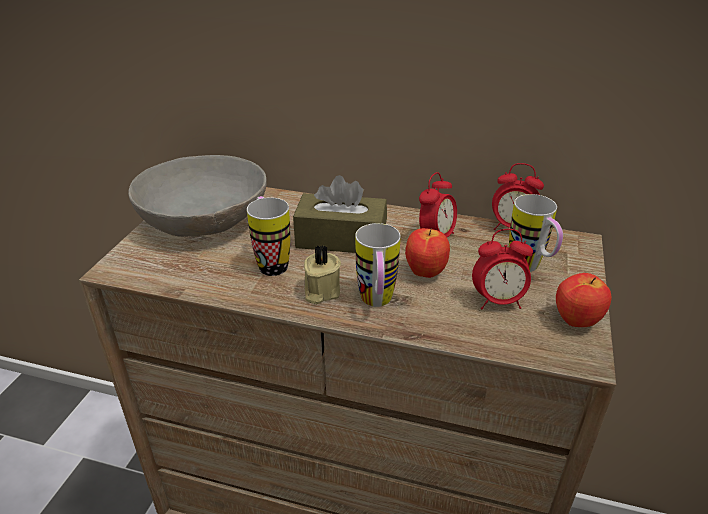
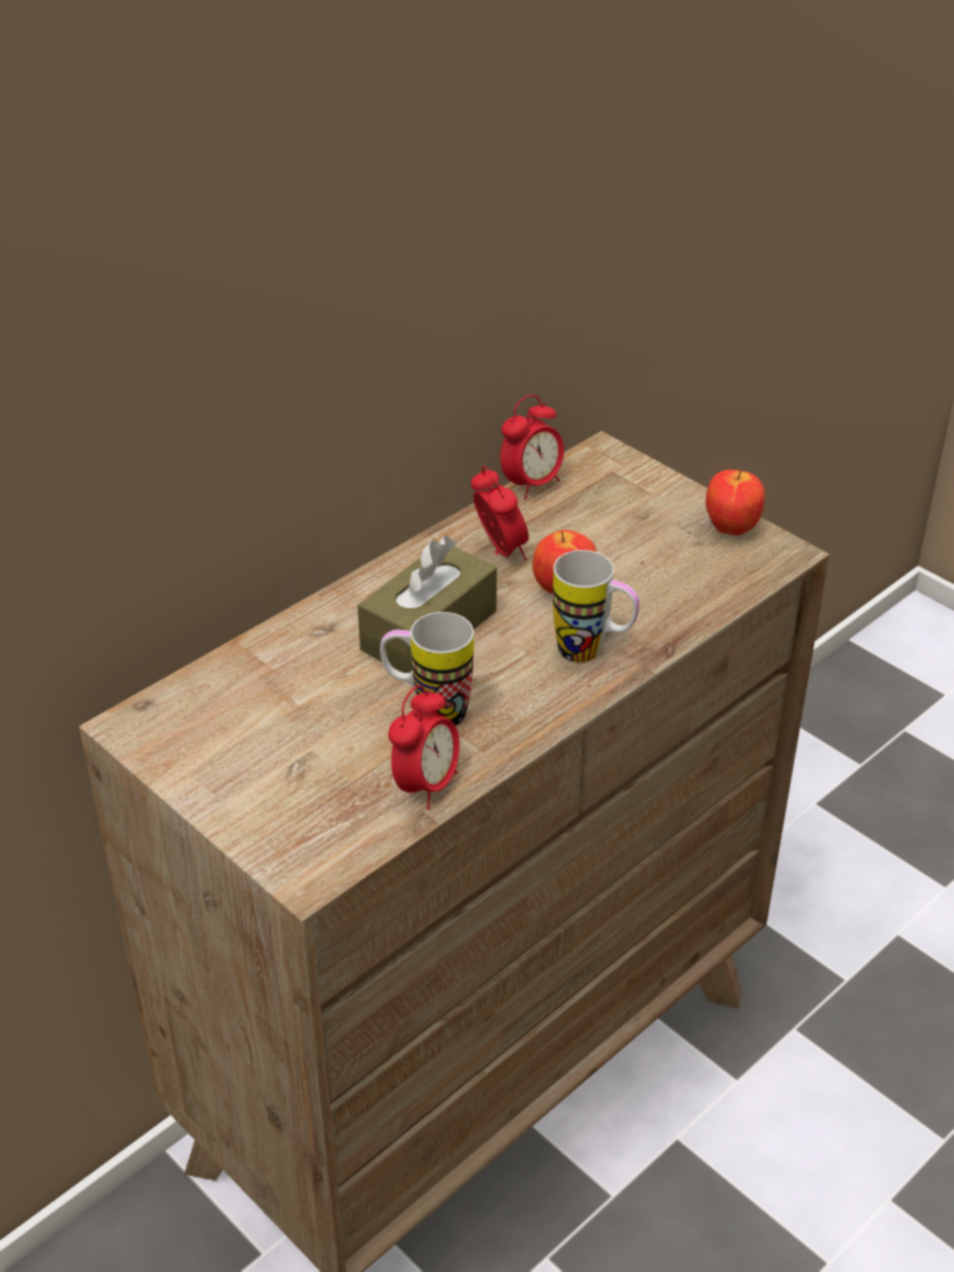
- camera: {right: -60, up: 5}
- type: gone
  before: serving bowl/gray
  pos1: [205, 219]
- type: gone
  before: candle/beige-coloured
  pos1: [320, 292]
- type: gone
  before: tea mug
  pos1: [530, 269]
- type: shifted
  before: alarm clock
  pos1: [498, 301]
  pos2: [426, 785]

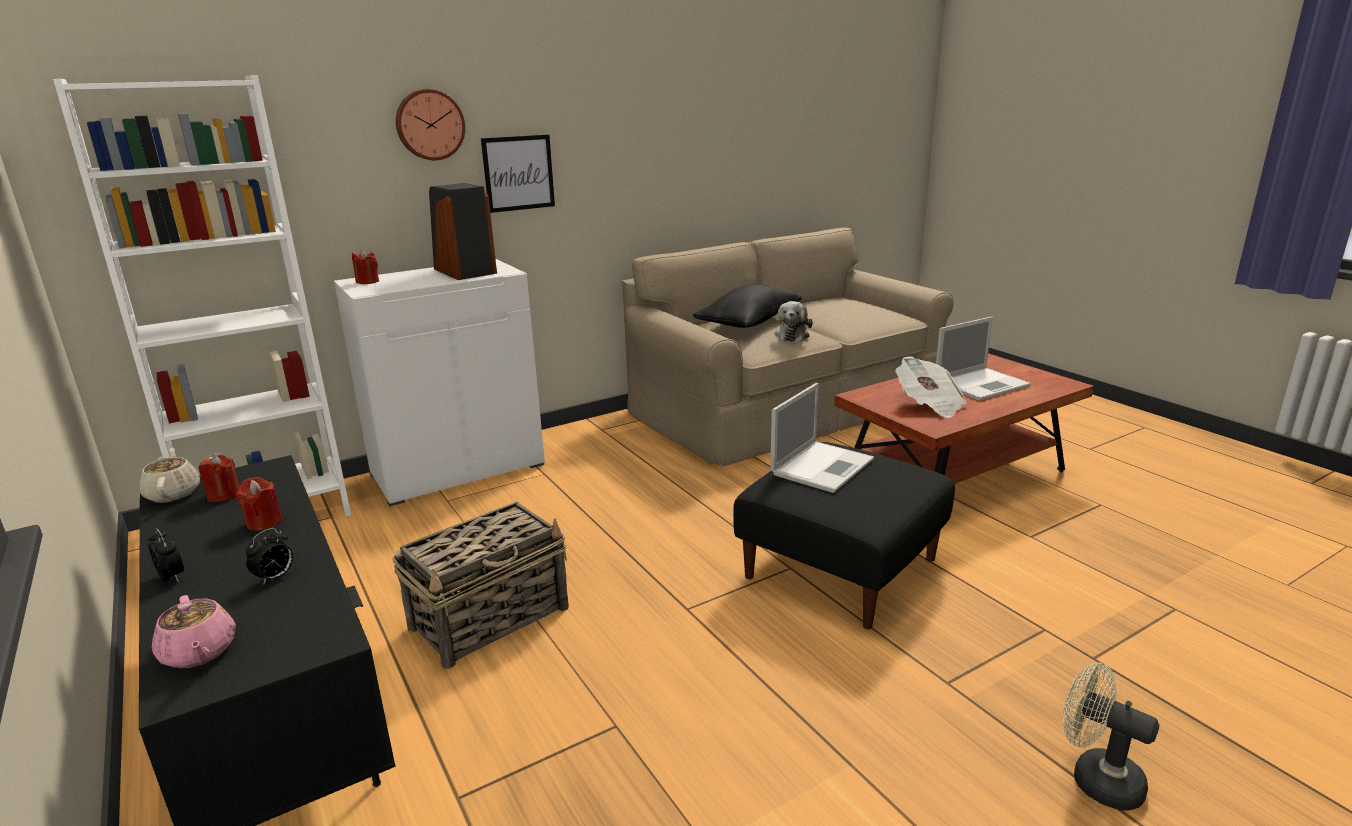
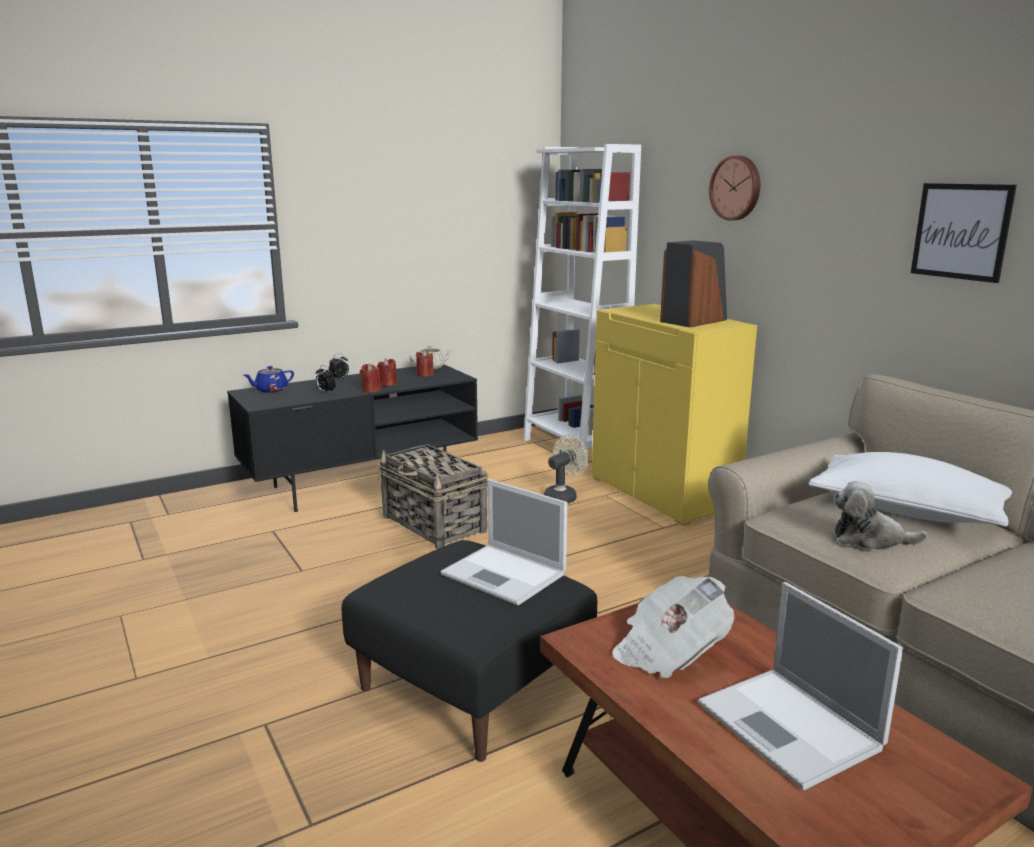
- camera: {right: 90, up: -5}
- type: shifted
  before: candle/red-coloured
  pos1: [367, 281]
  pos2: [371, 390]
- type: shifted
  before: wall art
  pos1: [518, 173]
  pos2: [961, 231]
- type: shifted
  before: electric fan/beige-coloured
  pos1: [1095, 778]
  pos2: [563, 497]
- type: repainted
  before: pot for tea/pinkish
  after: pot for tea/bluish
  pos1: [199, 653]
  pos2: [271, 390]
- type: repainted
  before: storage cabinet/white-coloured
  after: storage cabinet/yellow
  pos1: [458, 469]
  pos2: [664, 493]
- type: repainted
  before: throw pillow/black
  after: throw pillow/white-coloured
  pos1: [748, 323]
  pos2: [907, 511]

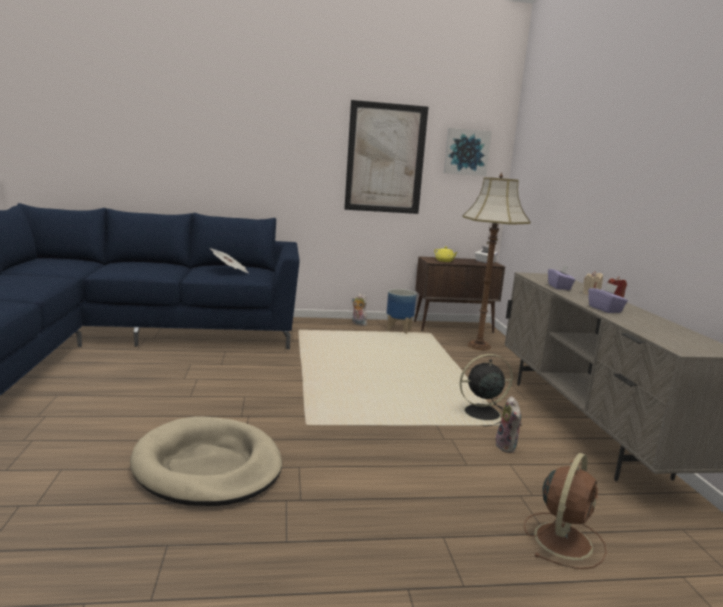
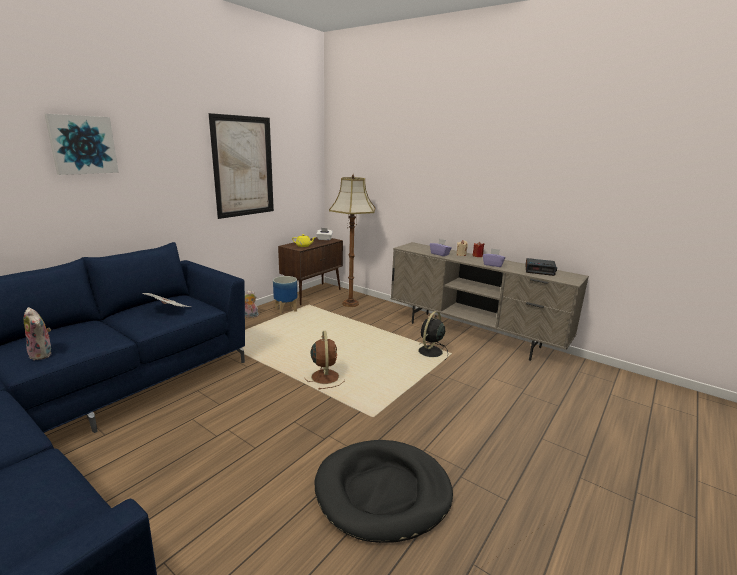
- camera: {right: -45, up: 5}
- type: new
  after: alarm clock
  pos2: [539, 270]
- type: shifted
  before: wall art
  pos1: [466, 152]
  pos2: [83, 145]
- type: shifted
  before: cuddly toy
  pos1: [507, 447]
  pos2: [43, 354]
- type: shifted
  before: electric fan/brown
  pos1: [563, 539]
  pos2: [325, 376]
- type: repainted
  before: pet bed/beige-coloured
  after: pet bed/black
  pos1: [208, 466]
  pos2: [383, 492]

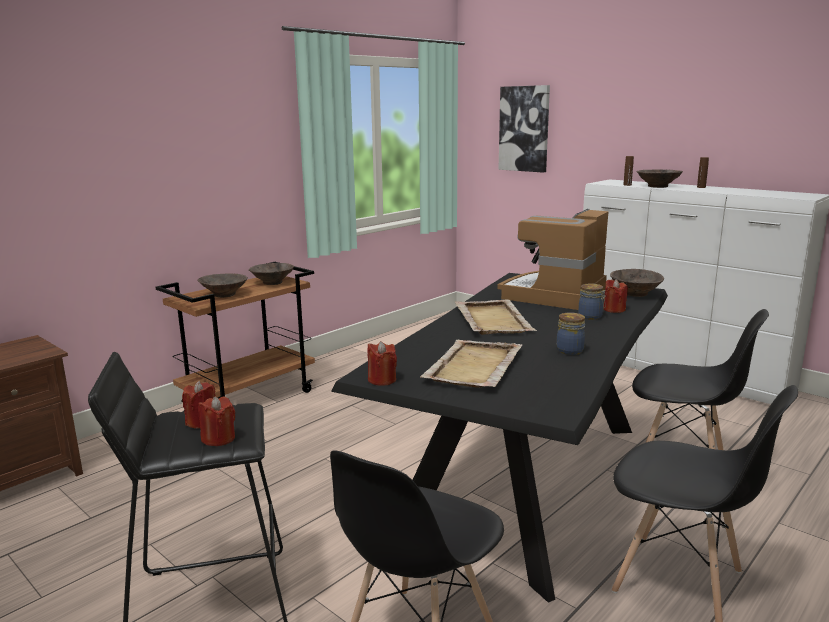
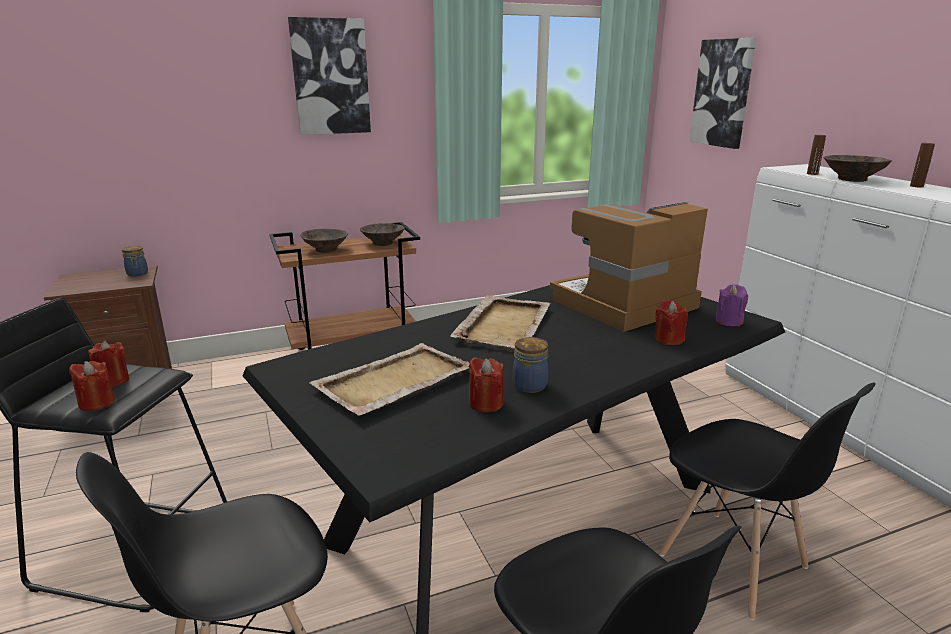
- camera: {right: 25, up: 5}
- type: new
  after: wall art
  pos2: [330, 77]
- type: shifted
  before: candle/red-coloured
  pos1: [382, 380]
  pos2: [486, 403]
- type: shifted
  before: preserve jar
  pos1: [591, 316]
  pos2: [137, 274]
- type: swapped
  before: serving bowl/brown
  after: candle/purplish
  pos1: [635, 293]
  pos2: [729, 321]

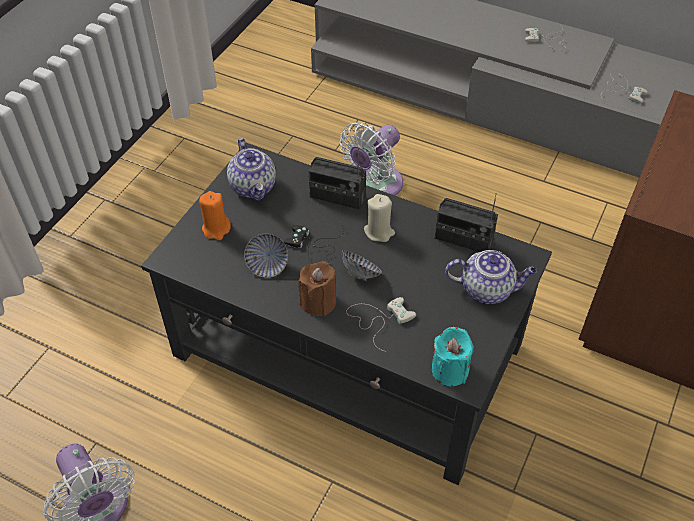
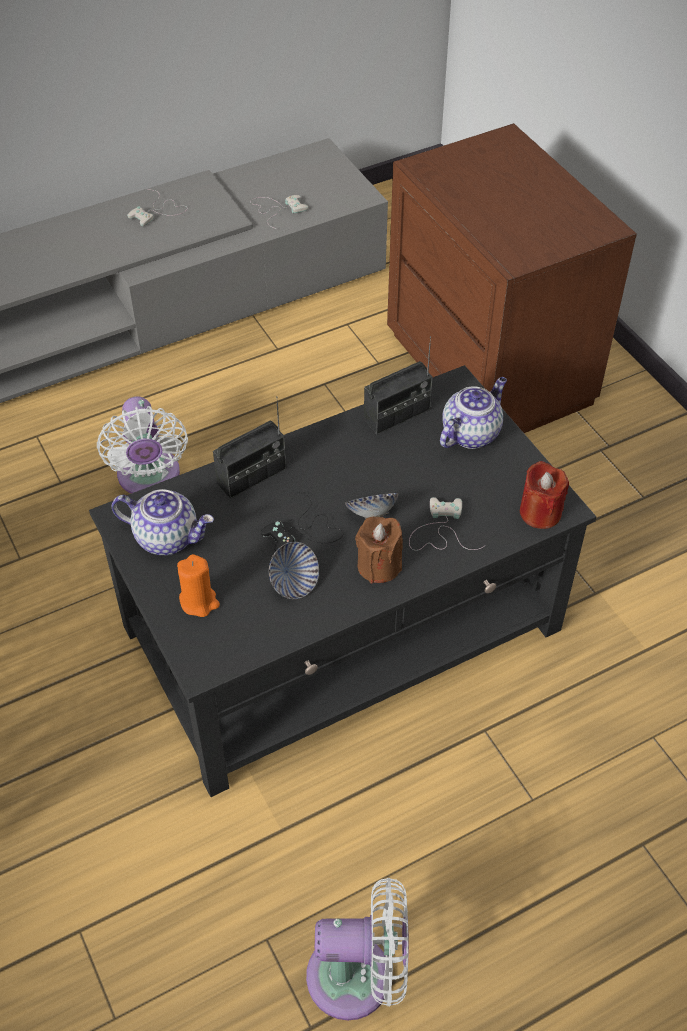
- camera: {right: -55, up: 0}
- type: gone
  before: candle/beige-coloured
  pos1: [379, 232]
- type: repainted
  before: candle/turquoise
  after: candle/red-coloured
  pos1: [449, 370]
  pos2: [540, 512]

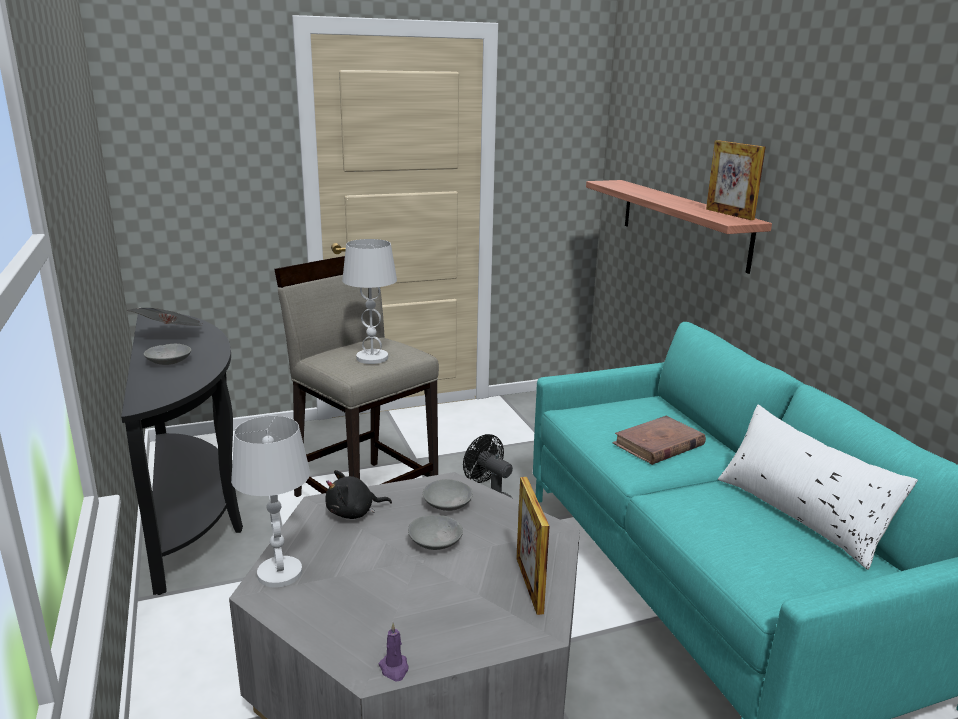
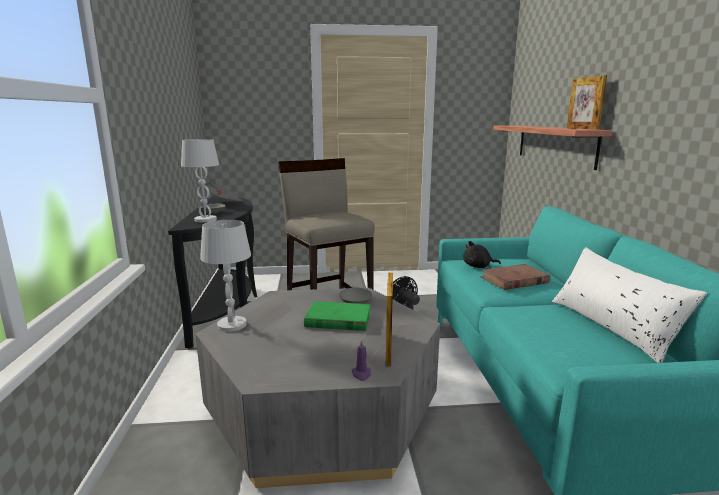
- camera: {right: 15, up: -5}
- type: shifted
  before: cuddly toy/black
  pos1: [354, 513]
  pos2: [478, 266]
- type: shifted
  before: lamp for a table/white-coloured
  pos1: [372, 358]
  pos2: [206, 220]
- type: shifted
  before: candle/purplish
  pos1: [394, 669]
  pos2: [361, 374]
- type: swapped
  before: serving bowl/gray
  after: bound book/green-coloured
  pos1: [436, 541]
  pos2: [337, 320]

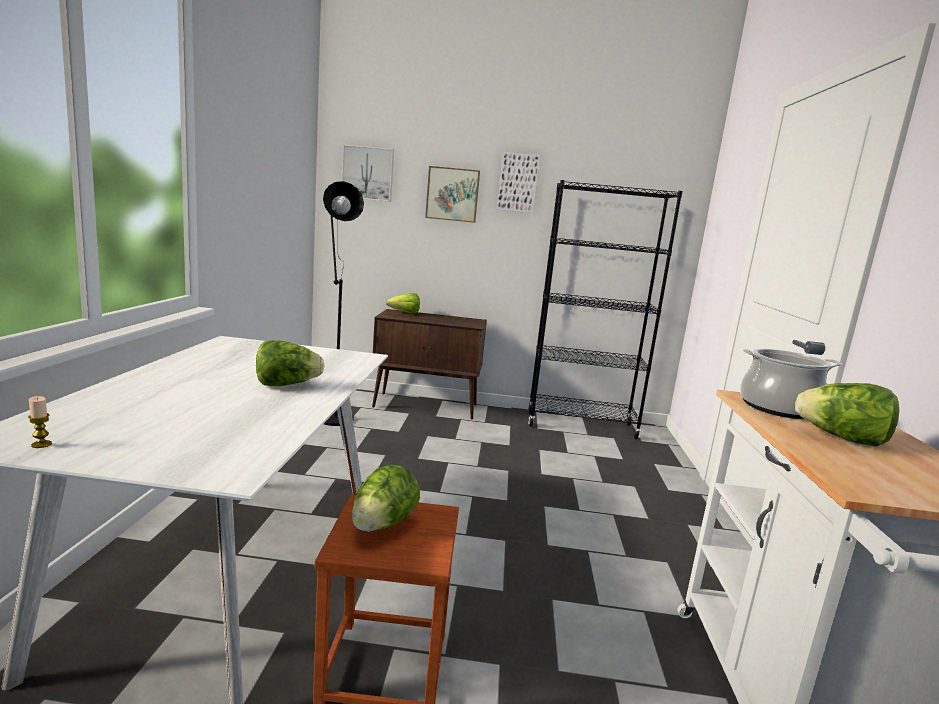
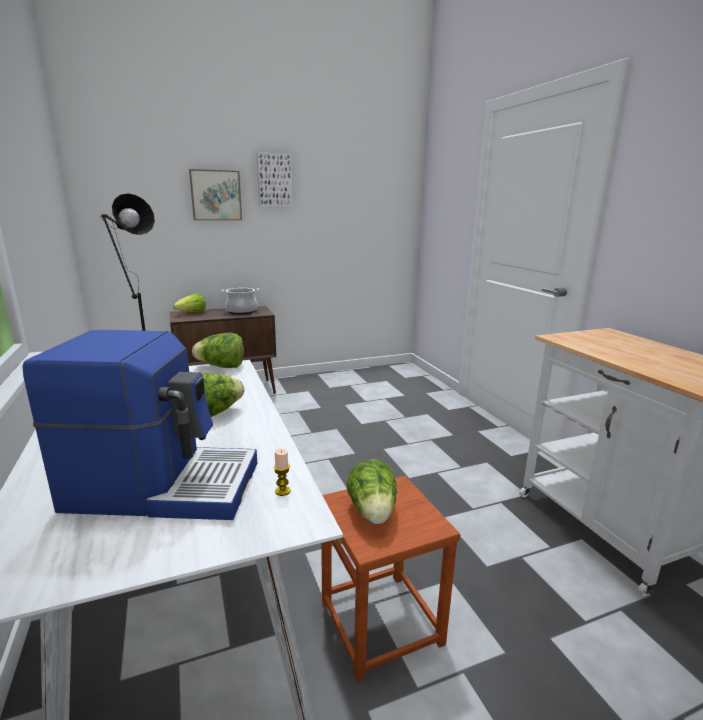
- camera: {right: -25, up: 5}
- type: gone
  before: wall art
  pos1: [368, 173]
- type: gone
  before: shelving unit/black
  pos1: [581, 425]
- type: new
  after: coffee brewer
  pos2: [163, 485]
- type: shifted
  before: candle
  pos1: [41, 444]
  pos2: [282, 491]
- type: shifted
  before: stockpot
  pos1: [779, 408]
  pos2: [241, 311]
- type: shifted
  before: lettuce
  pos1: [841, 438]
  pos2: [221, 367]

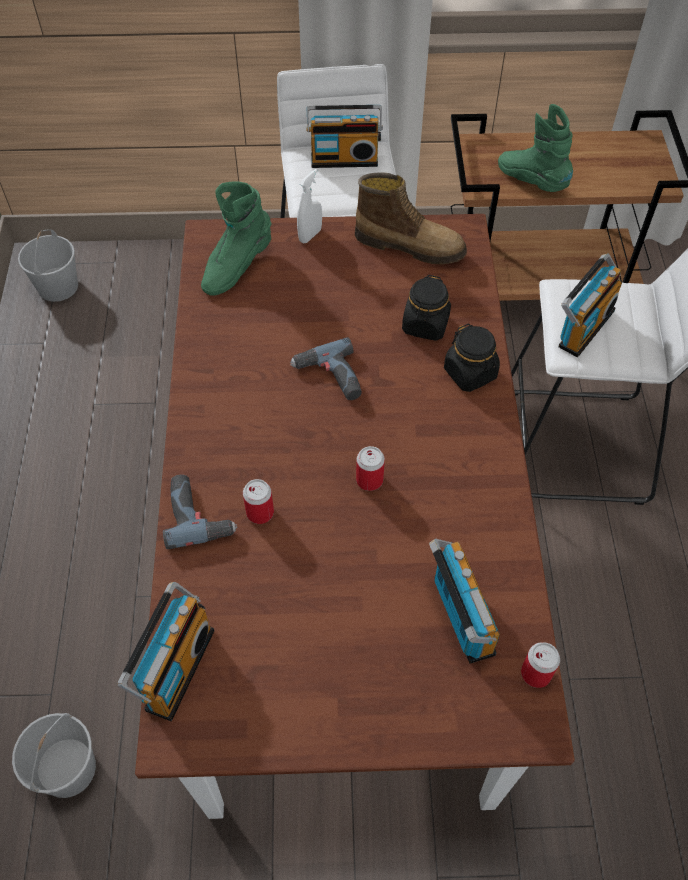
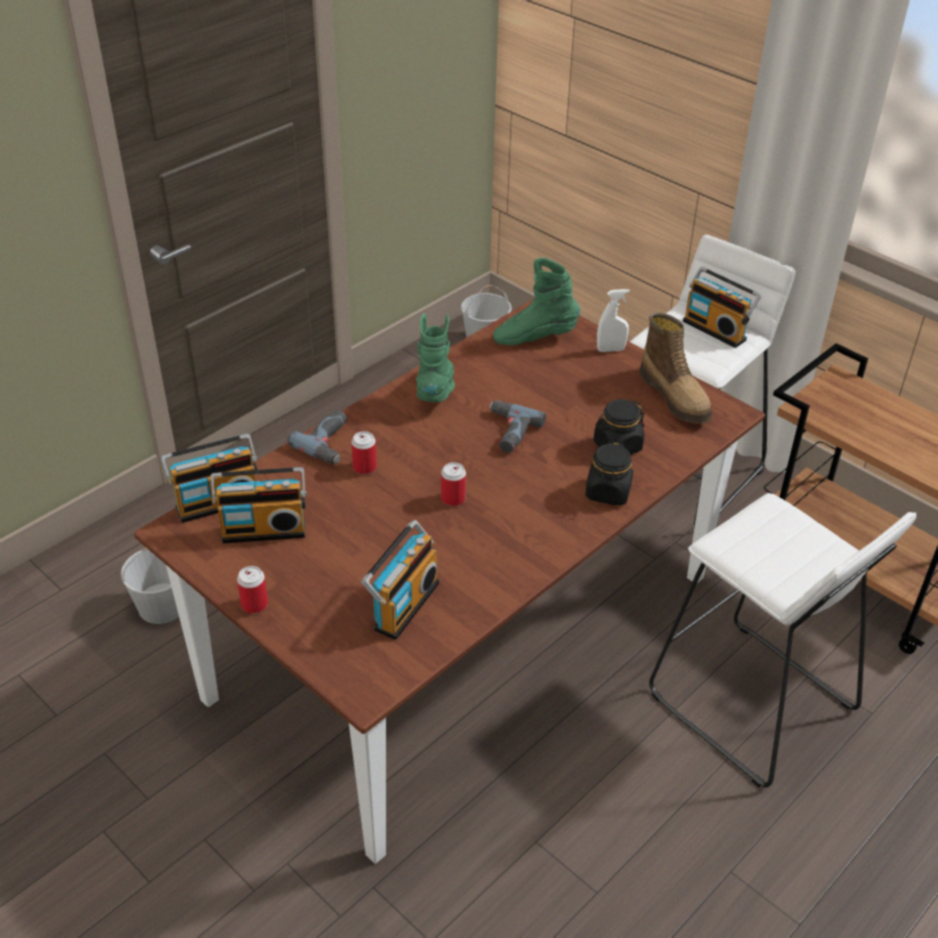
- camera: {right: 45, up: -15}
- type: shifted
  before: tall boot/green-coloured
  pos1: [531, 181]
  pos2: [436, 390]
- type: shifted
  before: can
  pos1: [536, 673]
  pos2: [254, 604]
- type: shifted
  before: radio set
  pos1: [583, 327]
  pos2: [264, 529]

